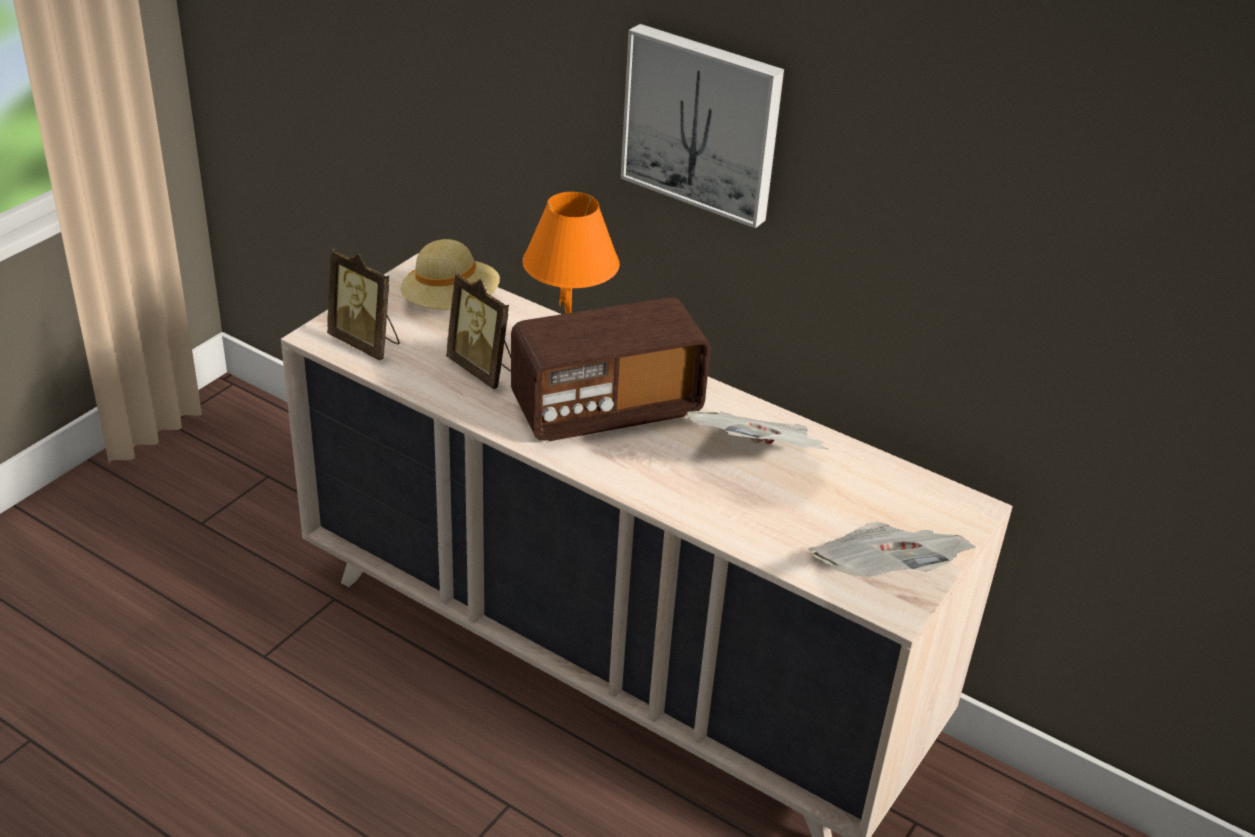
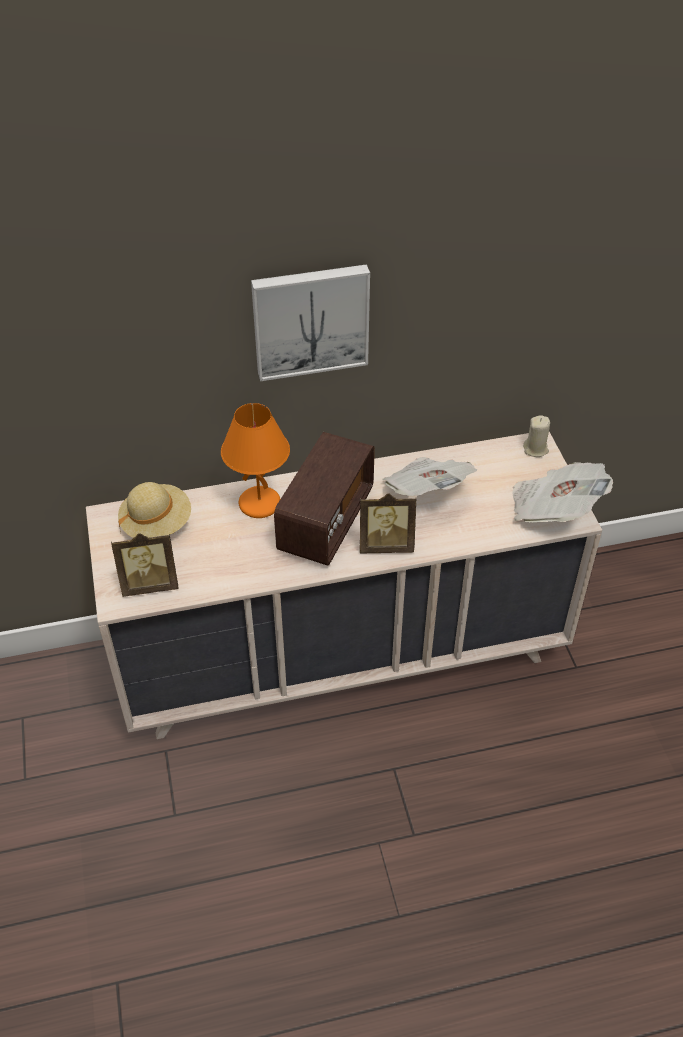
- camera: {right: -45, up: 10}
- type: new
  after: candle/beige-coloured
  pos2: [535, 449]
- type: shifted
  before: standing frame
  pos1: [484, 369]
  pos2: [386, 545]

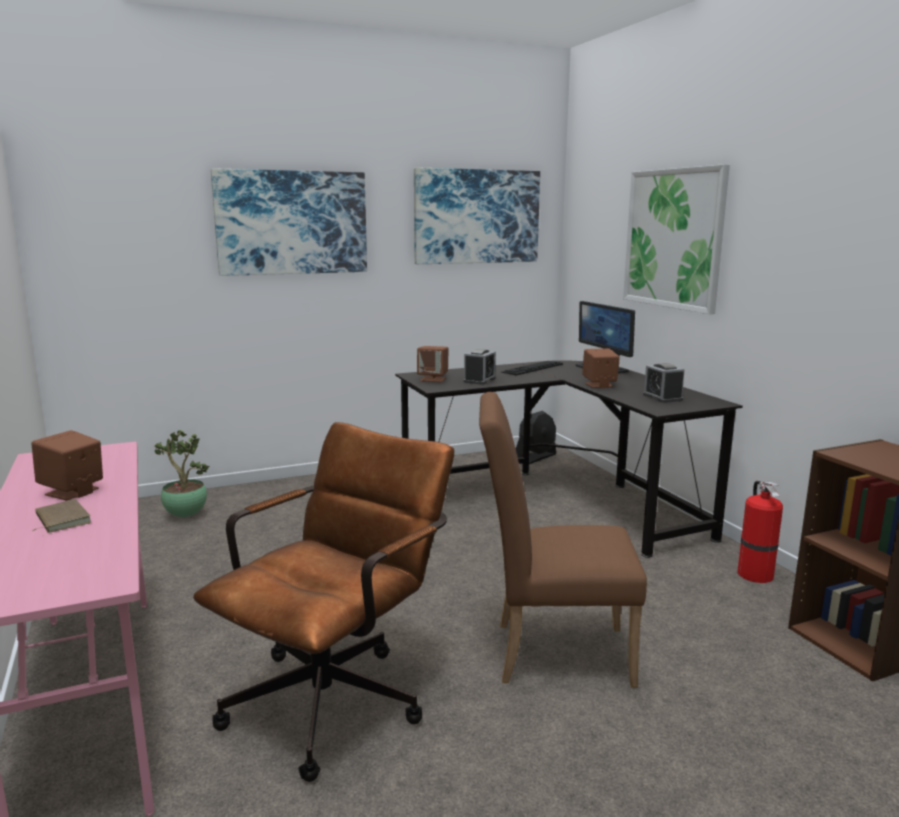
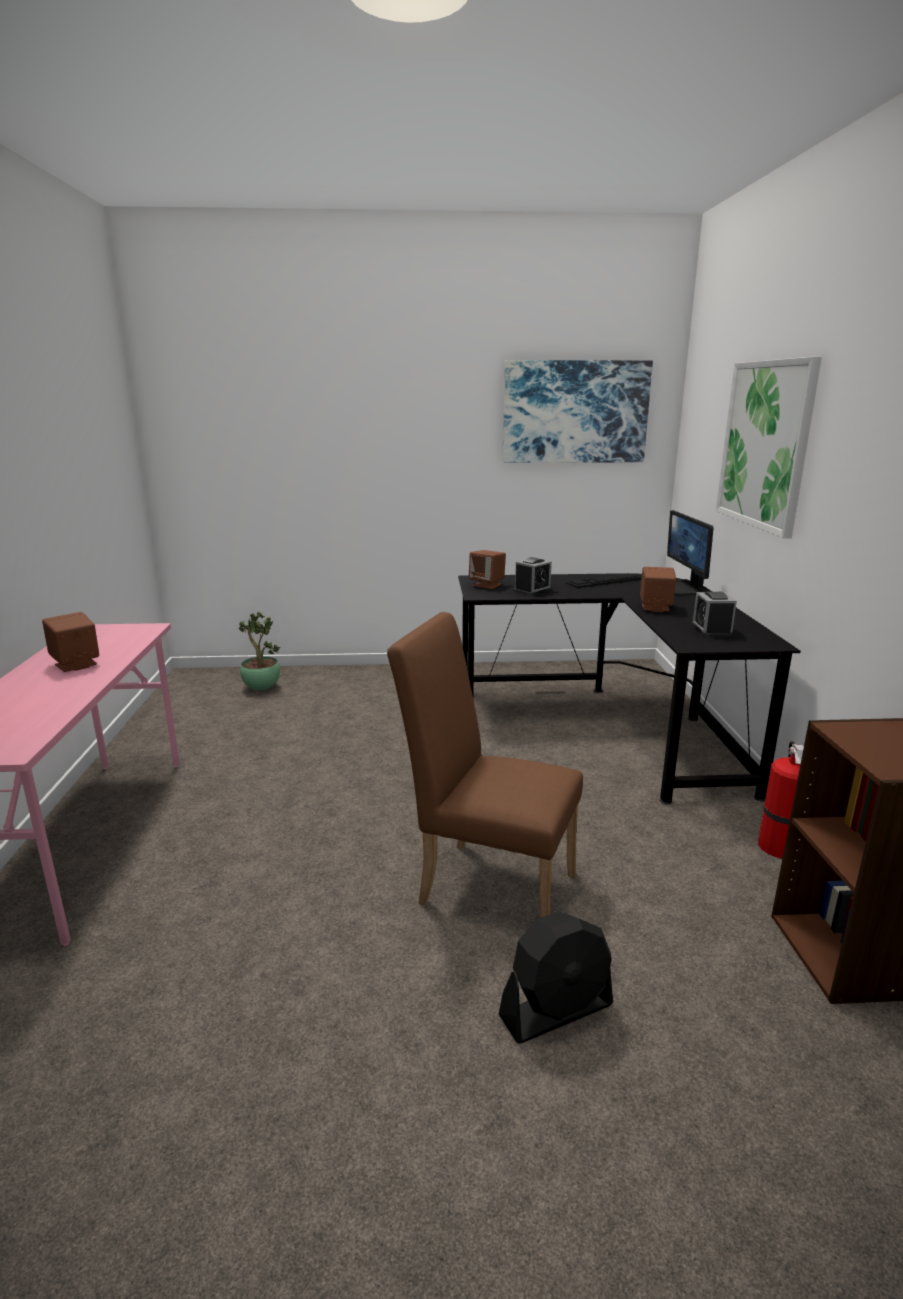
- camera: {right: 20, up: 5}
- type: gone
  before: bound book/brown
  pos1: [60, 520]
- type: gone
  before: computer chair/brown
  pos1: [337, 695]
- type: gone
  before: wall art
  pos1: [292, 222]
- type: shifted
  before: electric fan/black
  pos1: [535, 457]
  pos2: [556, 1010]

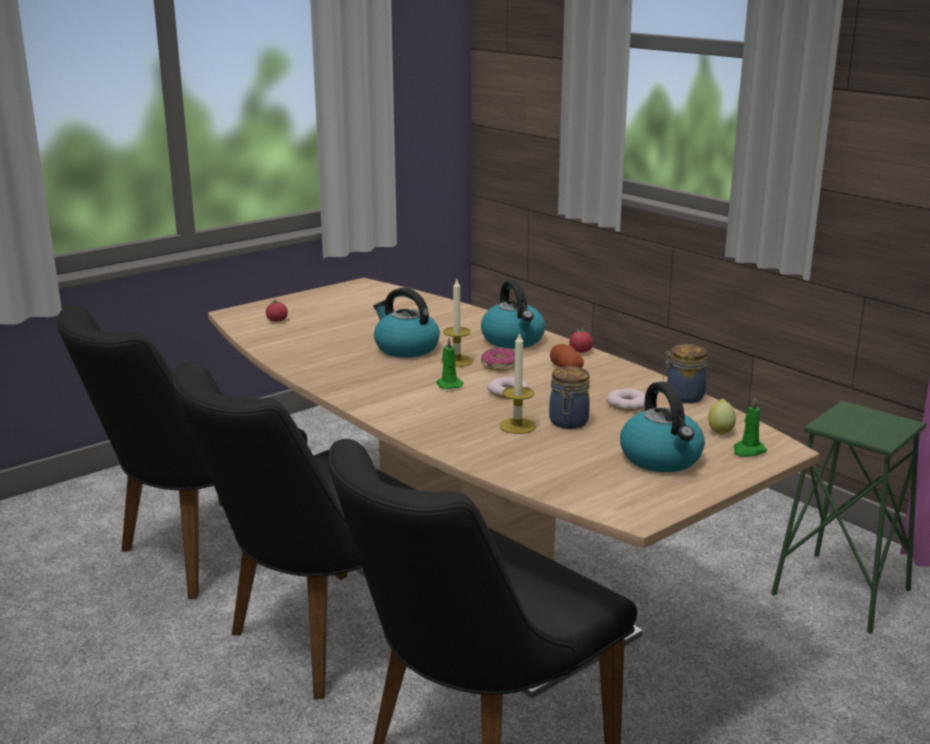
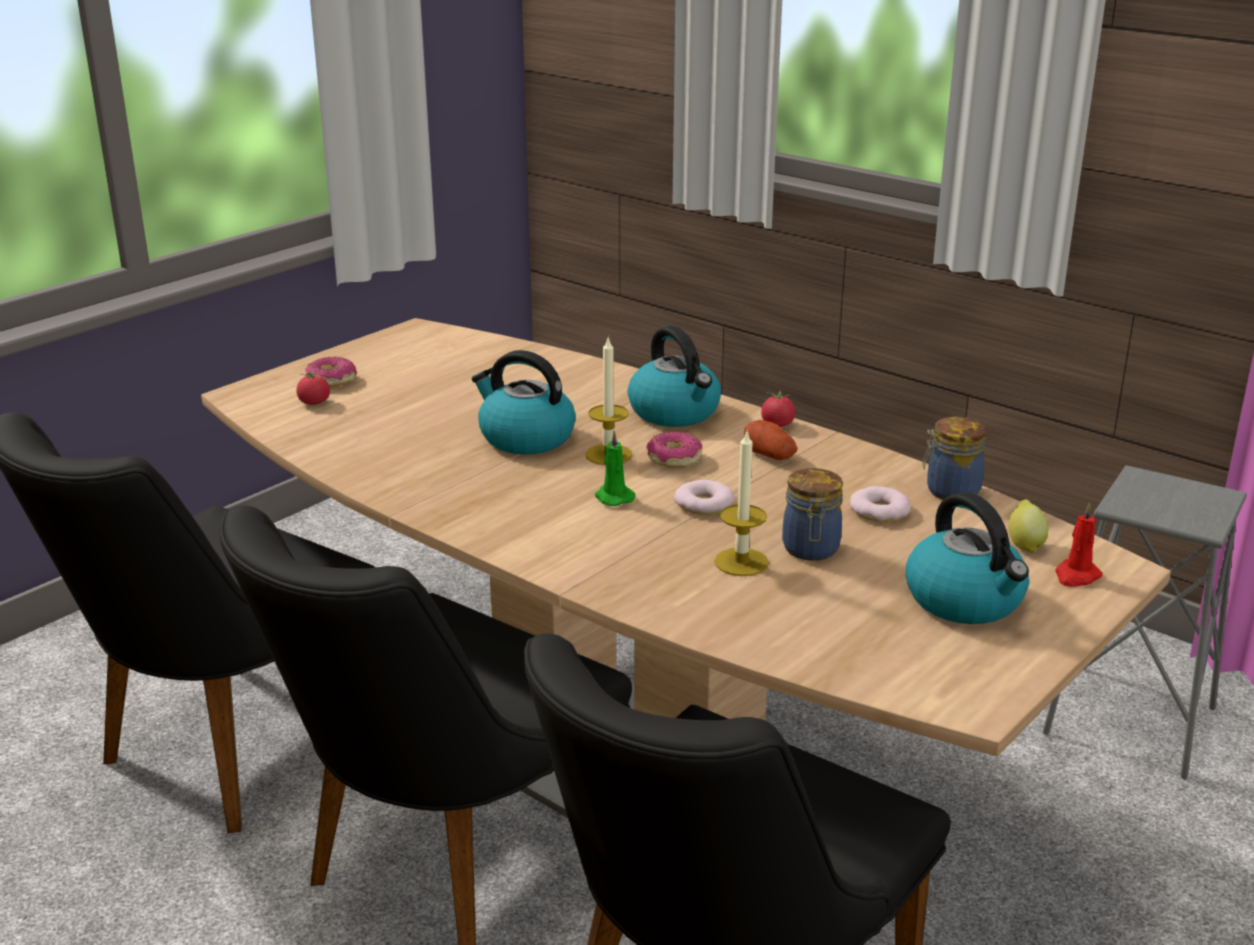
- camera: {right: -10, up: 5}
- type: new
  after: ring doughnut
  pos2: [331, 380]
- type: repainted
  before: candle/green-coloured
  after: candle/red-coloured
  pos1: [748, 451]
  pos2: [1076, 576]
- type: repainted
  before: stool/green-coloured
  after: stool/gray
  pos1: [841, 592]
  pos2: [1129, 720]

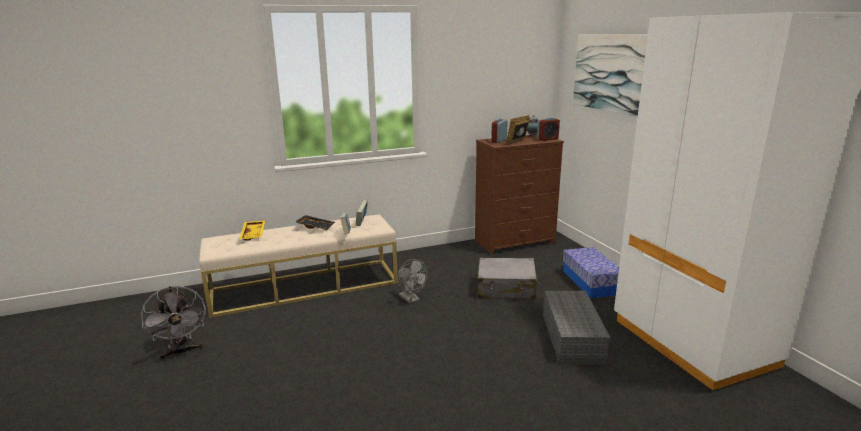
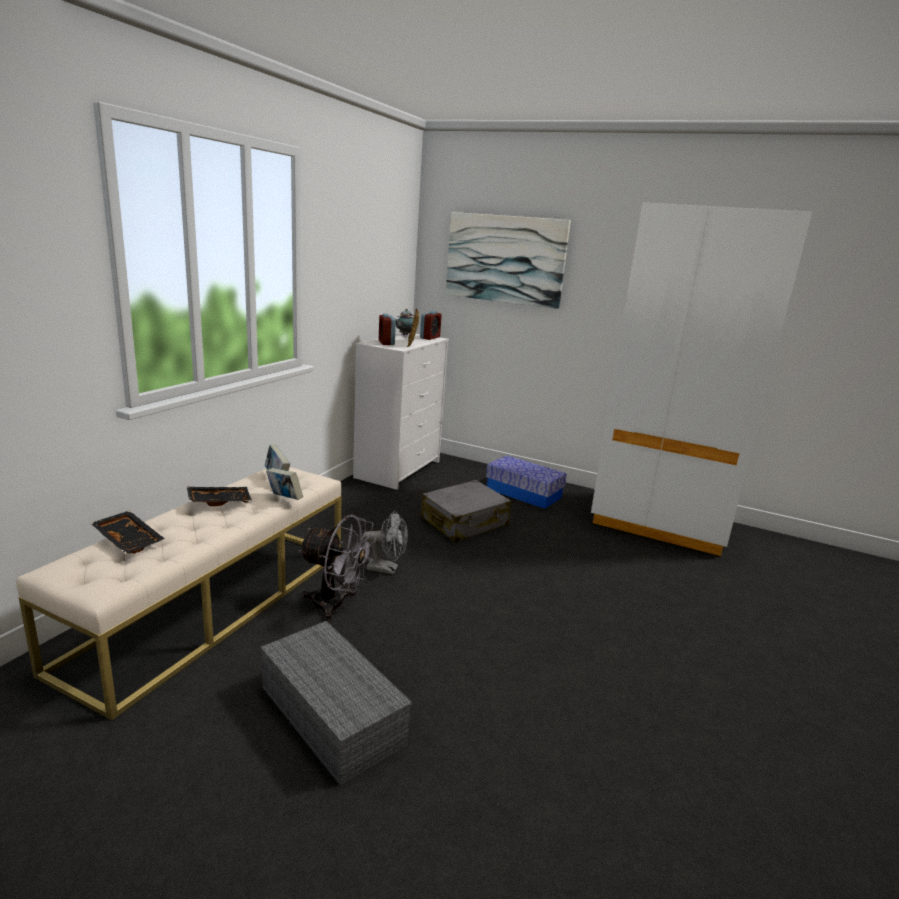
- camera: {right: -45, up: 0}
- type: shifted
  before: electric fan/gray
  pos1: [182, 351]
  pos2: [336, 605]
- type: shifted
  before: storage container/gray
  pos1: [570, 336]
  pos2: [329, 714]
- type: repainted
  before: tray/yellow
  after: tray/black
  pos1: [254, 234]
  pos2: [130, 539]
- type: repainted
  before: chest of drawers/brown
  after: chest of drawers/white-coloured
  pos1: [515, 242]
  pos2: [398, 469]

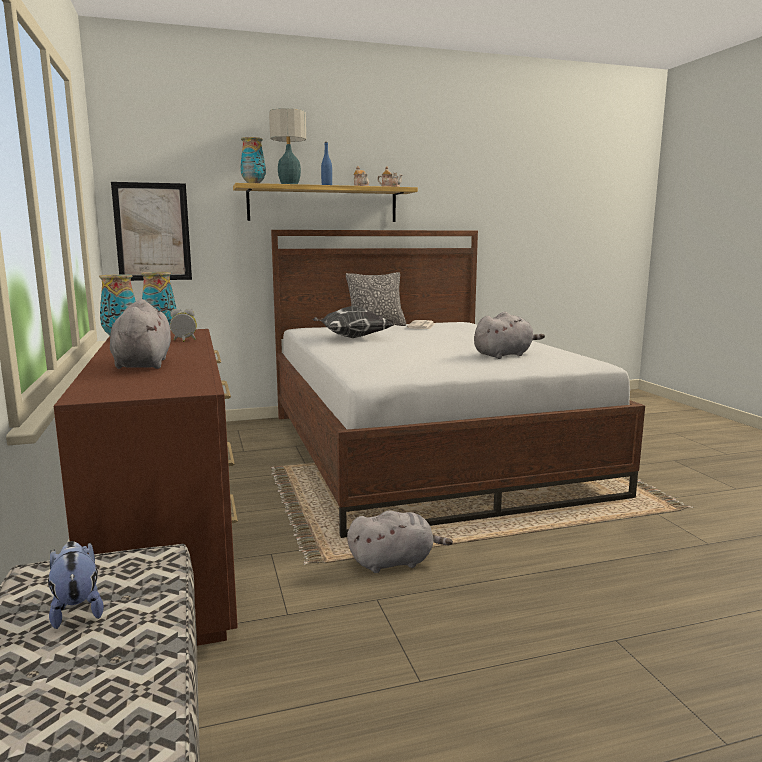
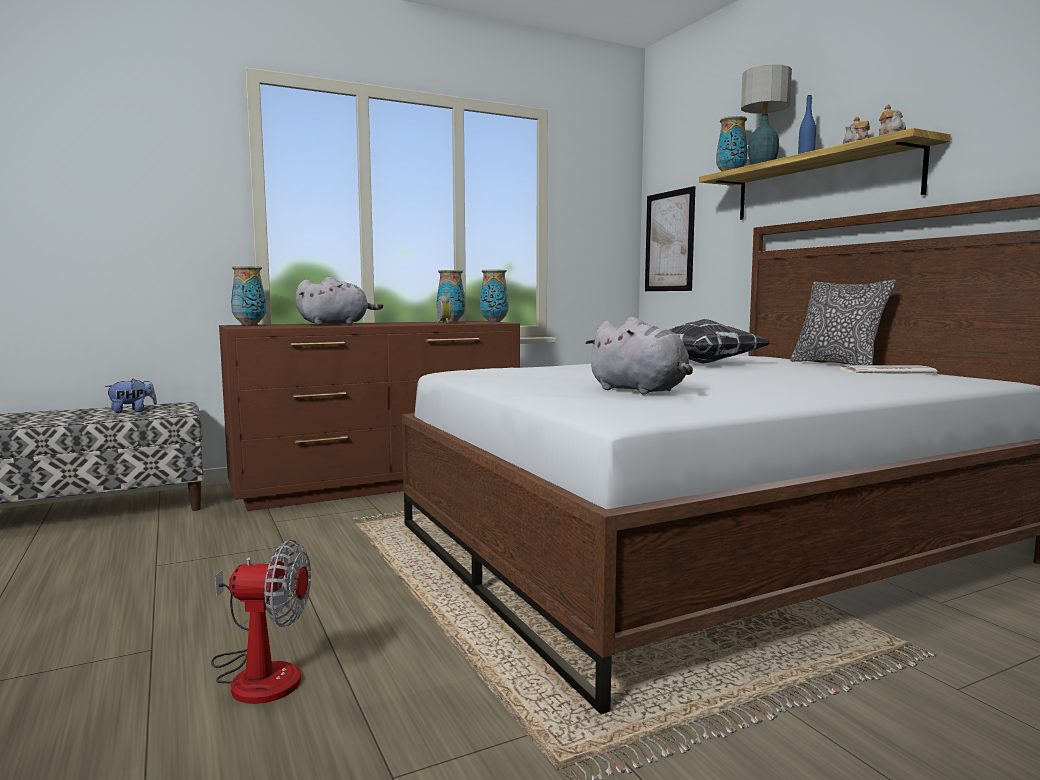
- camera: {right: 80, up: -5}
- type: gone
  before: cuddly toy/gray
  pos1: [394, 562]
- type: new
  after: electric fan
  pos2: [259, 673]
- type: new
  after: flower vase
  pos2: [249, 324]

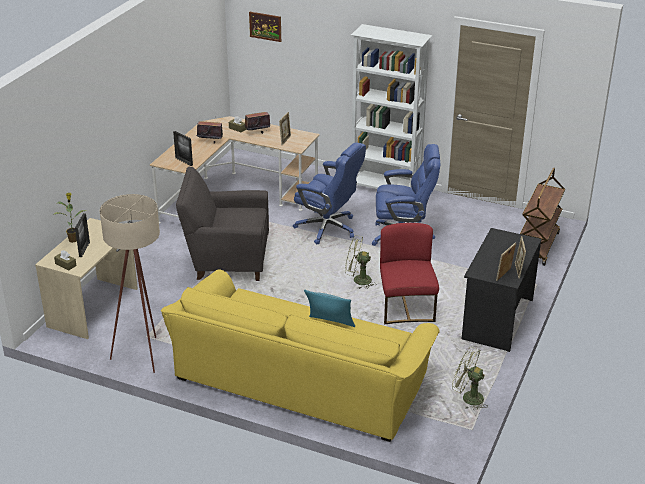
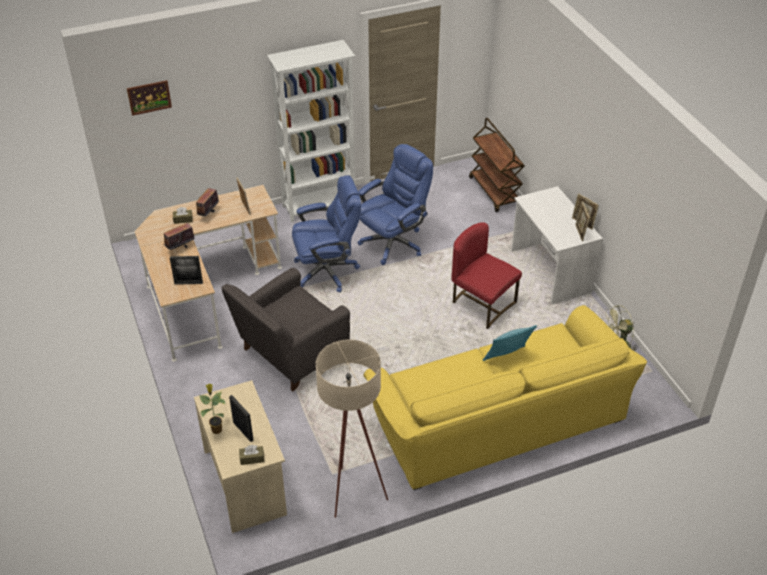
- camera: {right: -45, up: 10}
- type: gone
  before: electric fan/green-coloured
  pos1: [358, 280]
- type: repainted
  before: desk table/black
  after: desk table/white-coloured
  pos1: [496, 319]
  pos2: [549, 272]

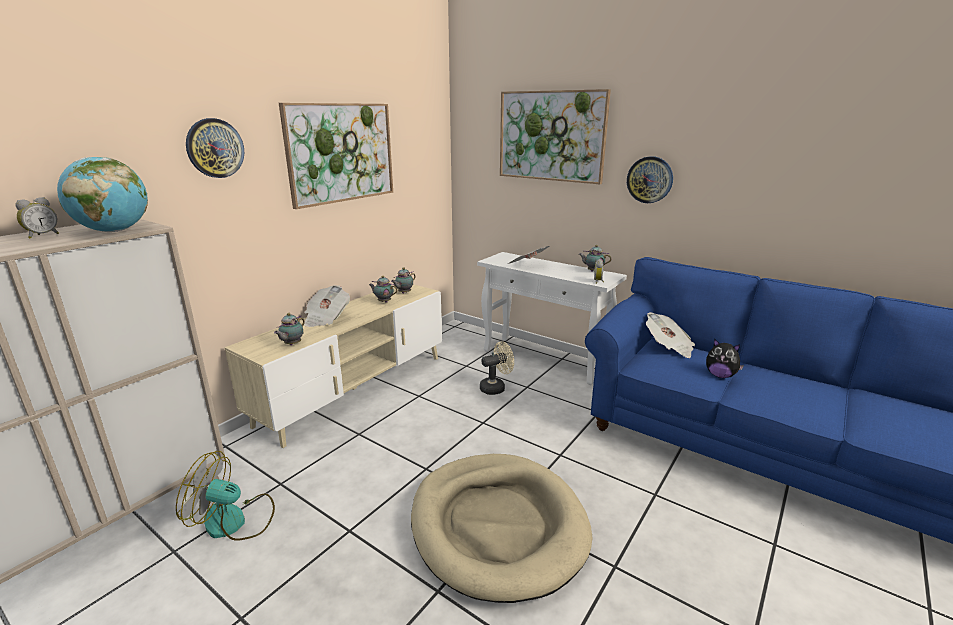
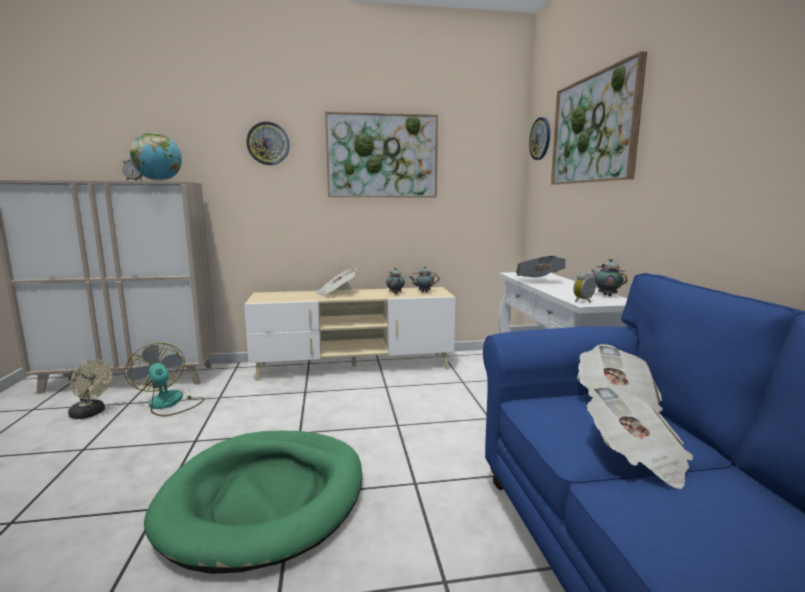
- camera: {right: 45, up: -10}
- type: gone
  before: pot for tea
  pos1: [292, 344]
- type: shifted
  before: electric fan/beige-coloured
  pos1: [496, 387]
  pos2: [91, 413]
- type: shifted
  before: hanging clock
  pos1: [649, 179]
  pos2: [540, 139]
- type: swapped
  before: cuddly toy
  after: printed paper
  pos1: [720, 375]
  pos2: [637, 458]
- type: repainted
  before: pet bed/beige-coloured
  after: pet bed/green-coloured
  pos1: [497, 526]
  pos2: [265, 498]

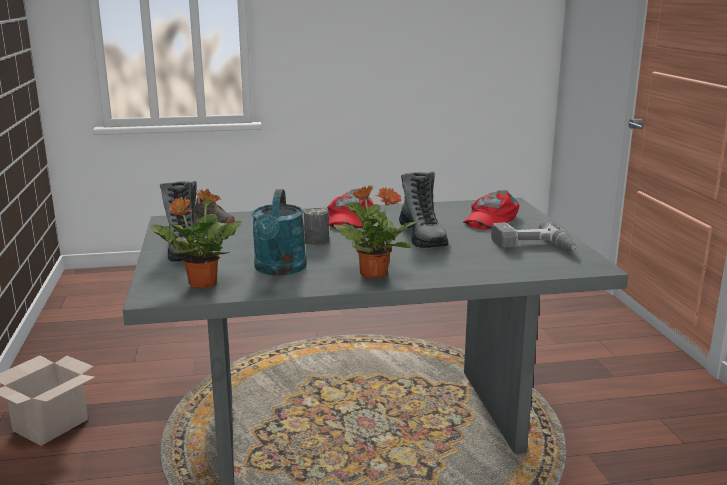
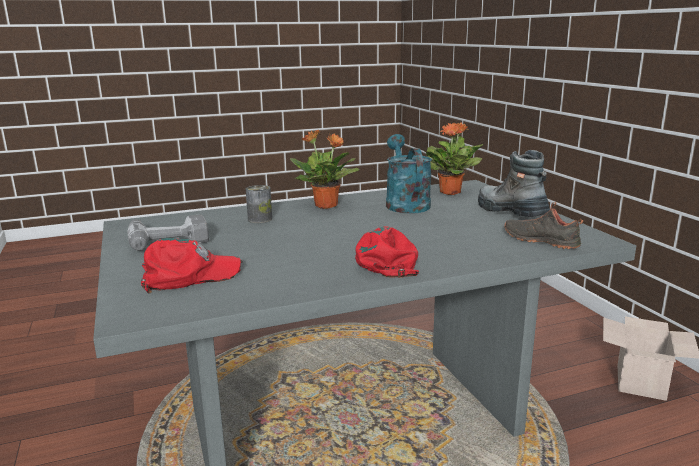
- camera: {right: 170, up: 0}
- type: gone
  before: tall boot
  pos1: [423, 237]
- type: shifted
  before: can
  pos1: [316, 242]
  pos2: [260, 219]
- type: rotated
  before: baseball cap/red-coloured
  pos1: [490, 218]
  pos2: [190, 275]
  turn: 45

